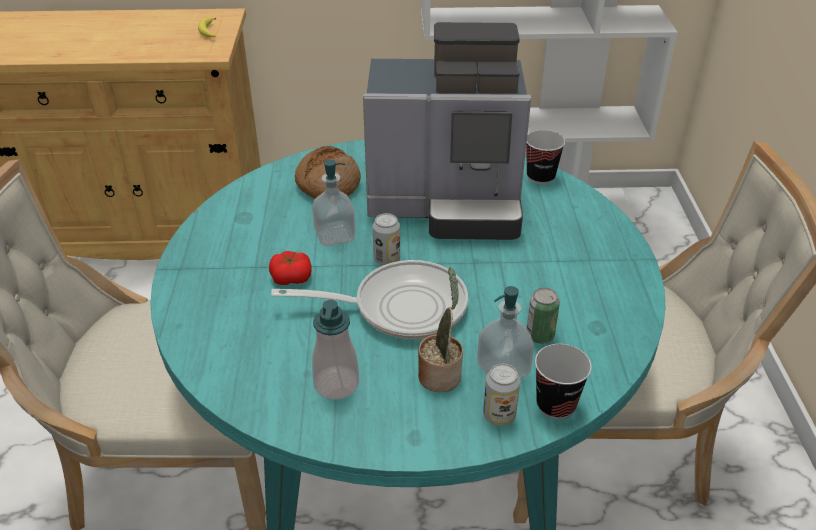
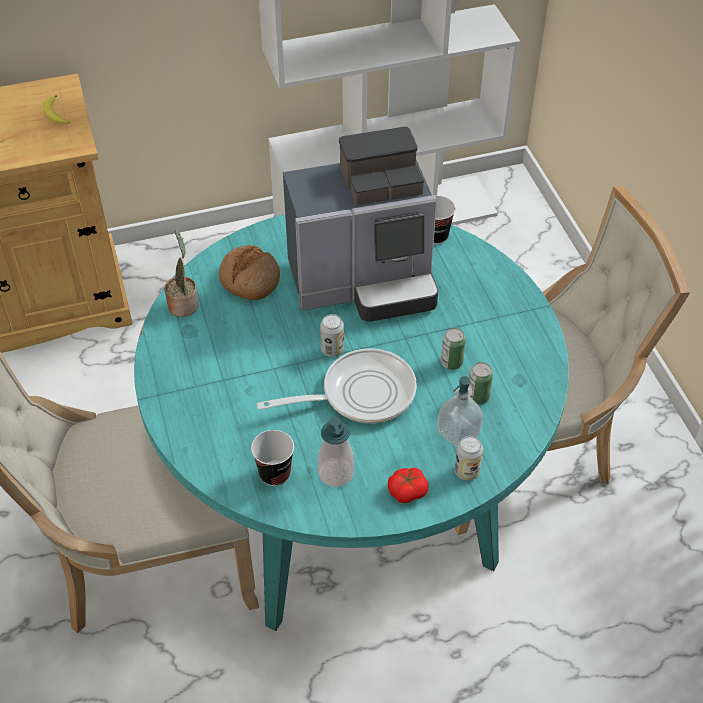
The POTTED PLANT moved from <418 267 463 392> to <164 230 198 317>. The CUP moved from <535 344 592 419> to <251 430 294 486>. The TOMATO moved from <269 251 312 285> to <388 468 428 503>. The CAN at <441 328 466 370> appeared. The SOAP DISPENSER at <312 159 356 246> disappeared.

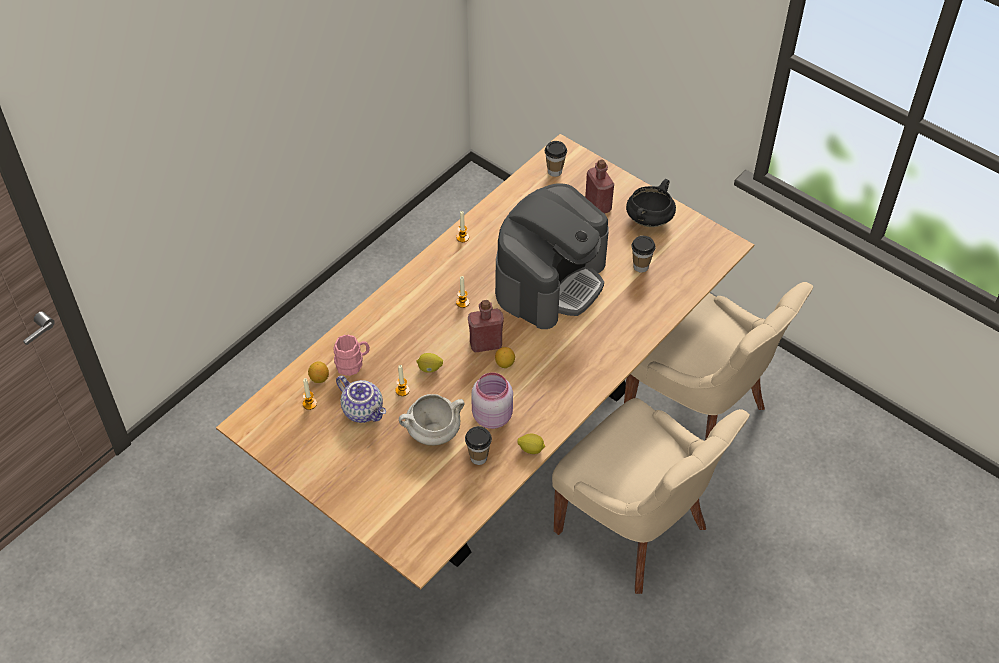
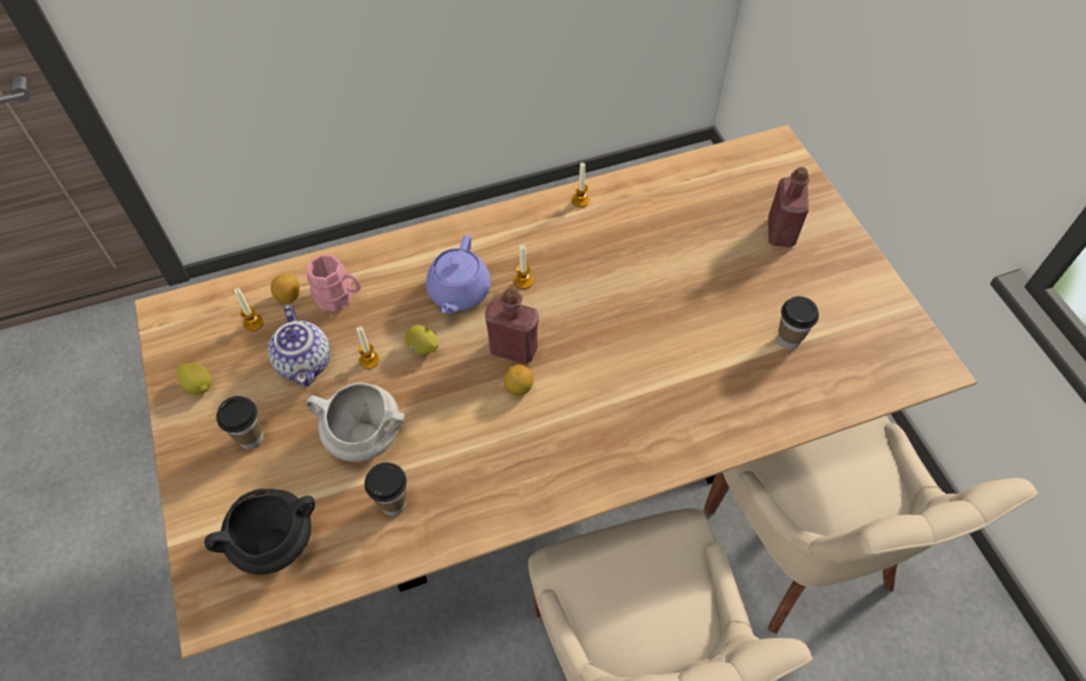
The LEMON moved from <517 434 545 454> to <177 363 211 395>. The BLACK COOKING POT moved from <626 179 676 227> to <204 489 315 575>. The CUP moved from <545 141 567 177> to <216 396 264 449>. The PURPLE TEAPOT at <426 235 491 314> appeared. The PINK JAR at <471 373 513 429> disappeared. The COFFEE MACHINE at <495 183 609 329> disappeared.

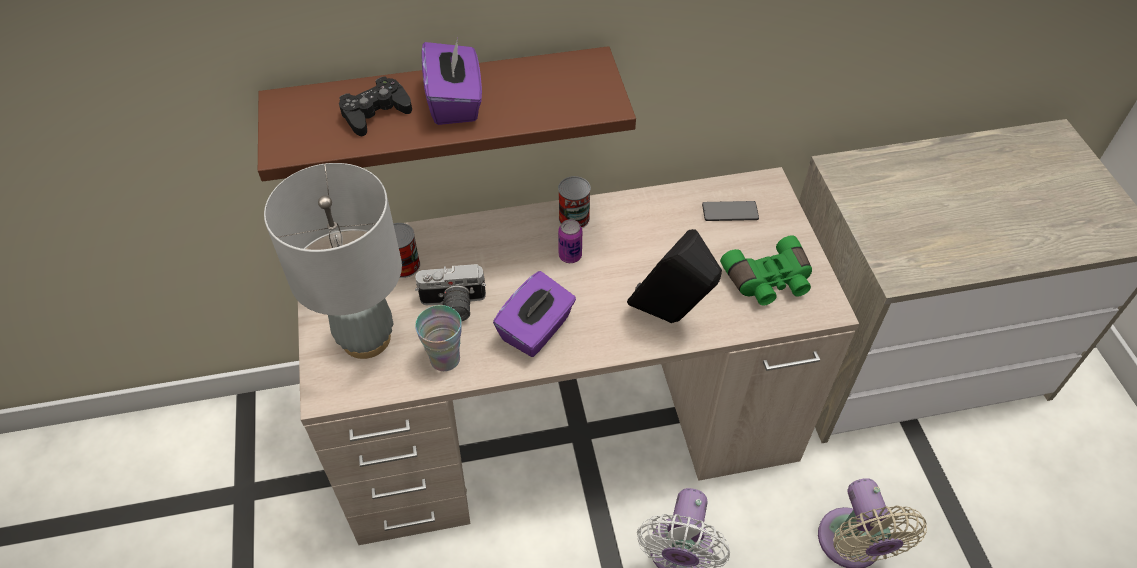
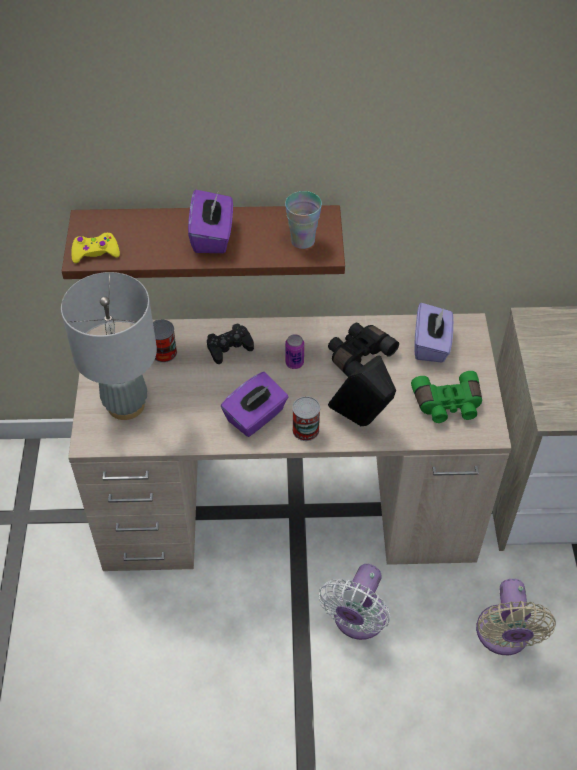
The YELLOW GAME CONTROLLER at <71 233 120 263> appeared. The BLACK GAME CONTROLLER moved from <339 77 412 136> to <207 323 254 364>. The CUP moved from <415 305 462 371> to <285 191 322 249>. The CAN moved from <558 176 591 228> to <292 396 320 441>. The BLACK BINOCULARS at <328 323 399 377> appeared. The PHONE at <702 201 759 221> was replaced by the PURPLE TISSUE BOX at <414 303 454 363>. The PHOTO CAMERA at <415 264 486 321> disappeared.

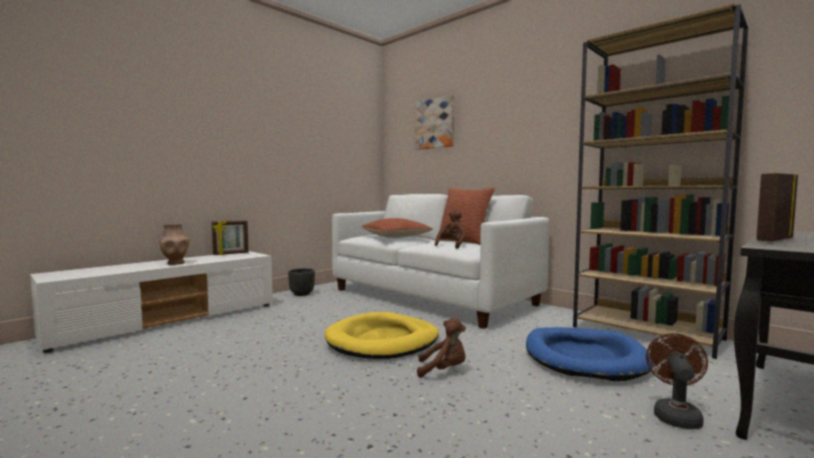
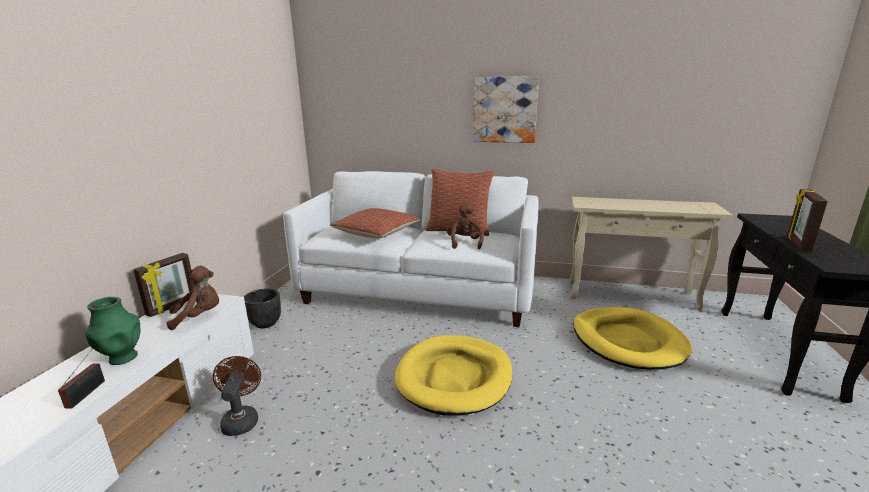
The RADIO at <58 347 105 409> appeared. The BROWN VASE at <159 223 189 265> became the GREEN VASE at <85 297 140 365>. The BROWN PLUSH TOY moved from <417 318 466 378> to <167 266 219 330>. The BROWN FAN moved from <646 333 708 429> to <213 356 261 436>. The PICTURE moved from <415 95 454 150> to <473 76 539 143>. The BROWN BOOKCASE at <573 3 748 359> was replaced by the BEIGE CONSOLE TABLE at <570 197 733 310>. The BLUE DOG BED at <526 327 653 381> became the YELLOW DOG BED at <573 307 692 370>.

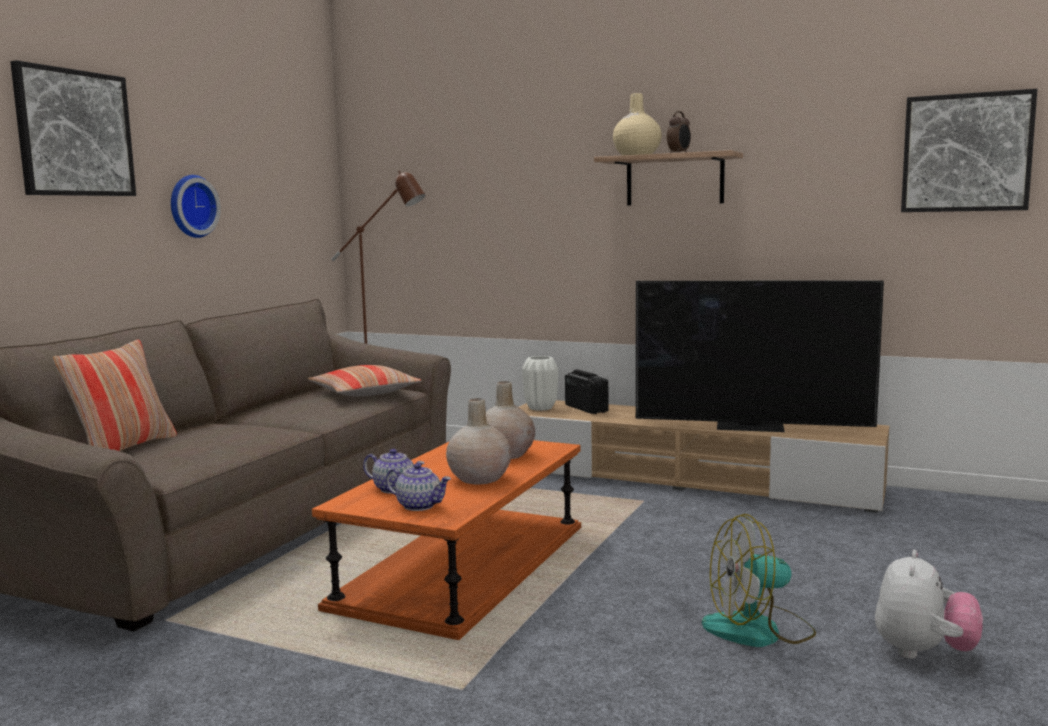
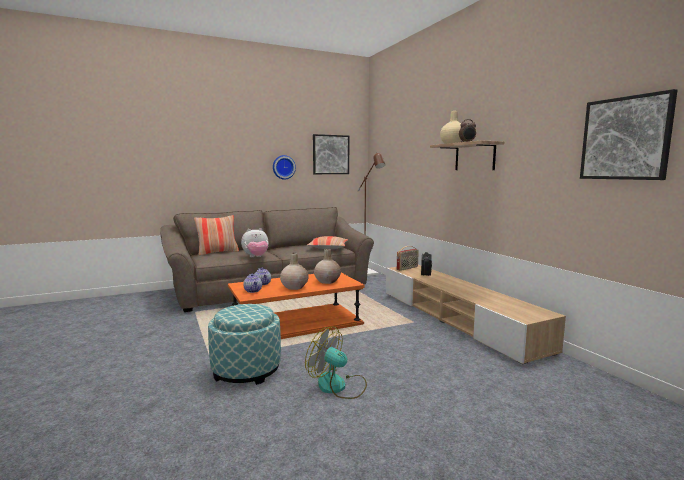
The OTTOMAN at <208 304 281 385> appeared. The PLUSH TOY moved from <875 550 983 659> to <241 228 269 257>. The PICTURE moved from <10 60 136 196> to <313 134 349 174>. The WHITE VASE at <522 356 558 411> was replaced by the RADIO at <397 246 419 271>. The TELEVISION at <636 280 884 432> disappeared.

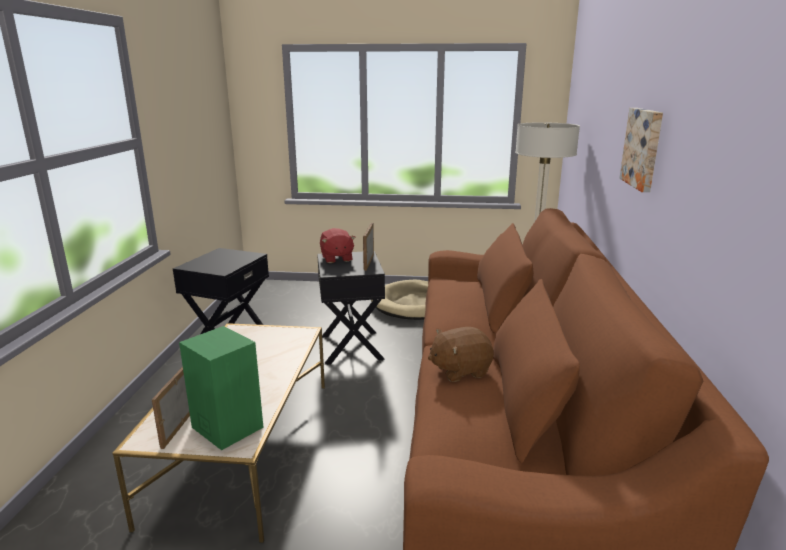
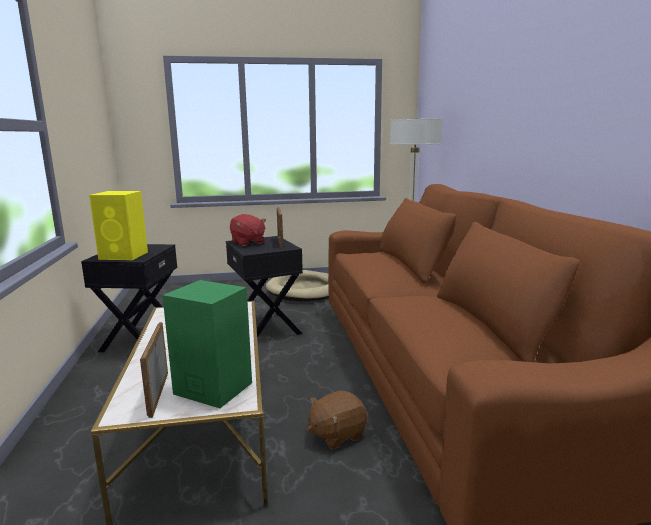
The YELLOW SPEAKER at <89 191 148 260> appeared. The BROWN PLUSH TOY moved from <428 327 494 382> to <308 390 367 450>. The PICTURE at <620 108 663 192> disappeared.

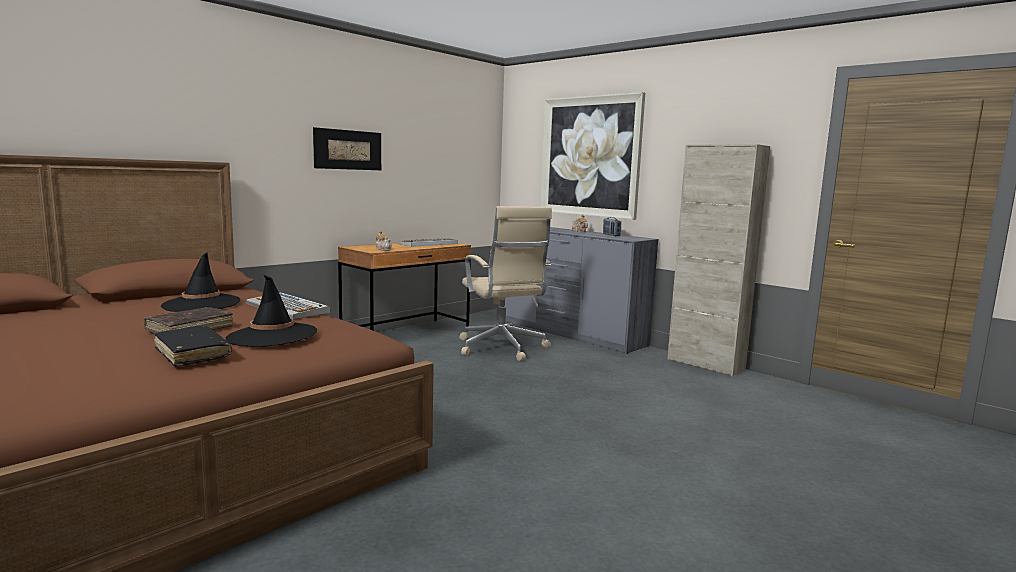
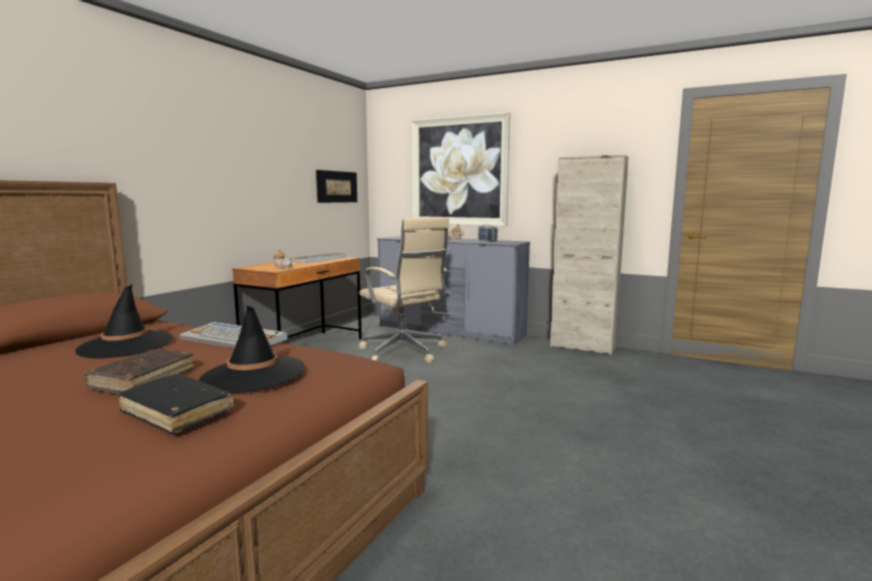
The PICTURE moved from <313 127 381 170> to <316 170 357 203>.

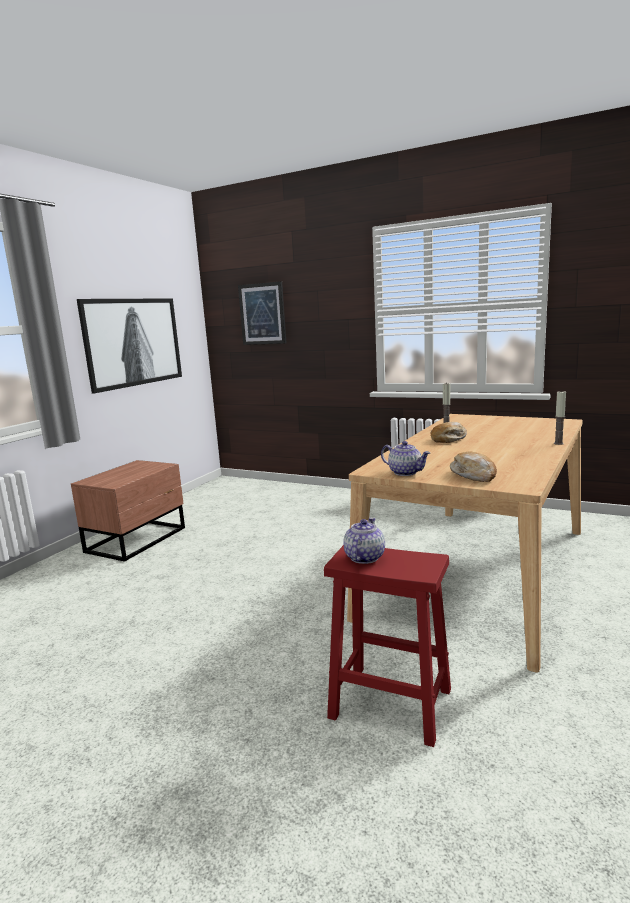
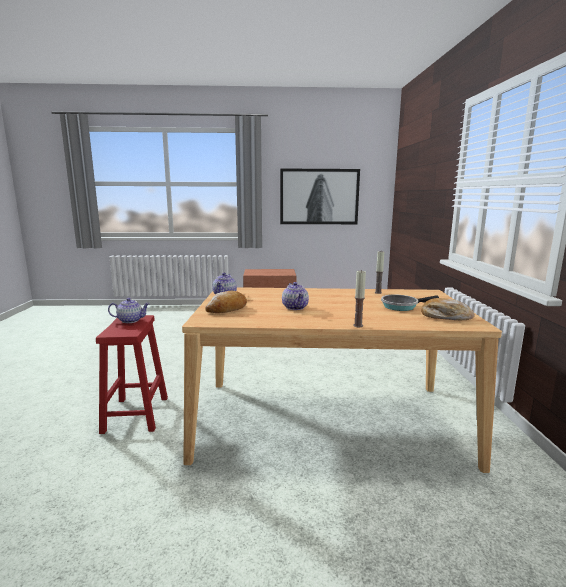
The TEAPOT at <282 282 309 310> appeared. The FRYING PAN at <381 295 439 311> appeared. The BREAD moved from <431 422 467 443> to <421 298 475 321>. The PICTURE at <238 281 286 345> disappeared.

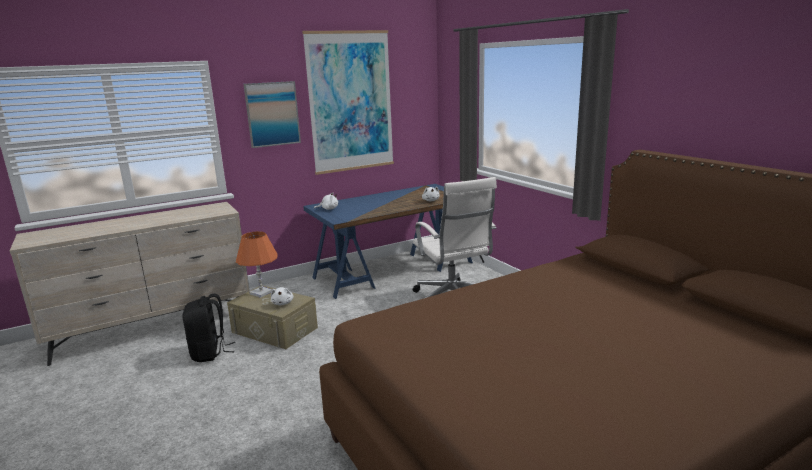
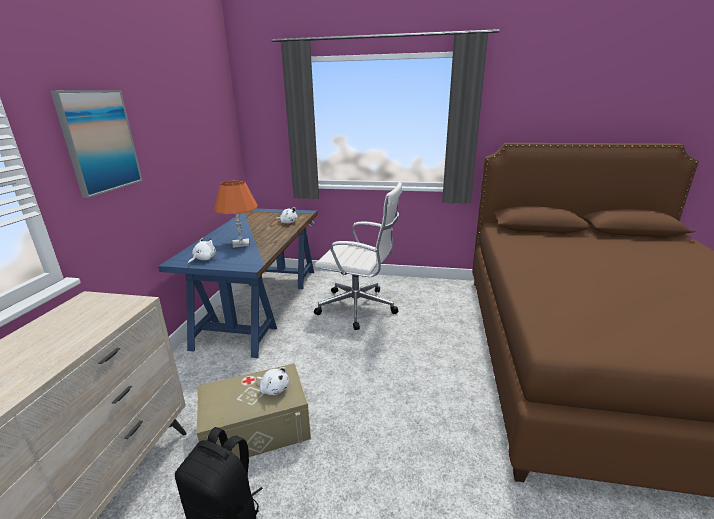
The ORANGE TABLE LAMP moved from <236 231 278 298> to <214 181 258 248>. The PICTURE at <302 30 394 175> disappeared.

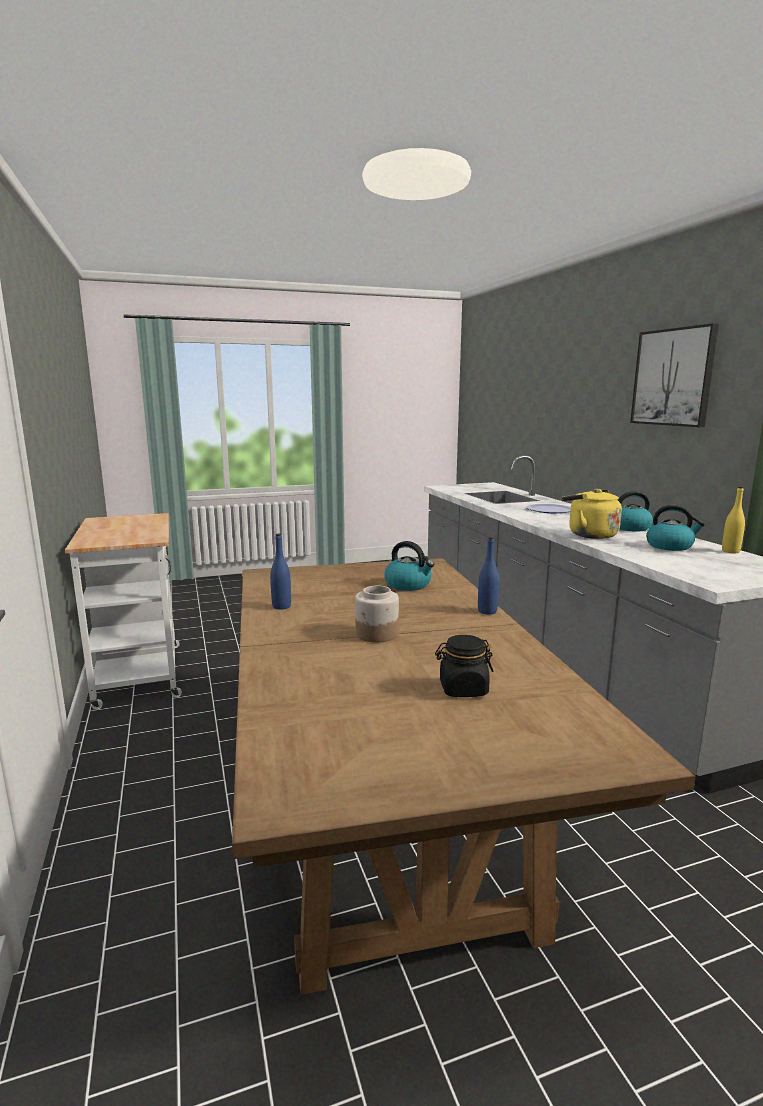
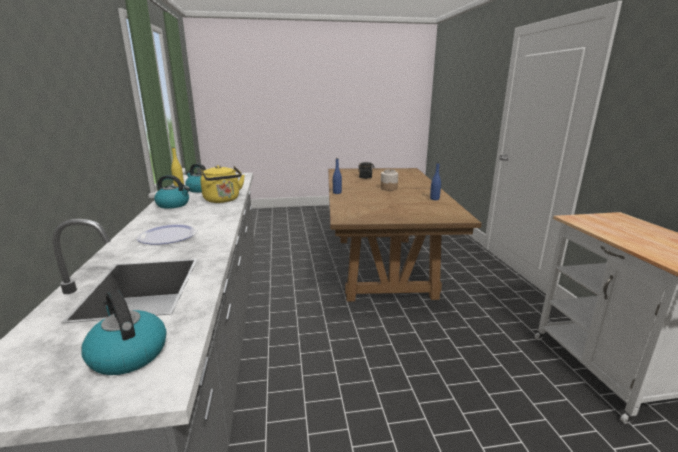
The KETTLE moved from <384 541 434 591> to <81 290 167 375>. The PICTURE at <630 323 719 427> disappeared.

